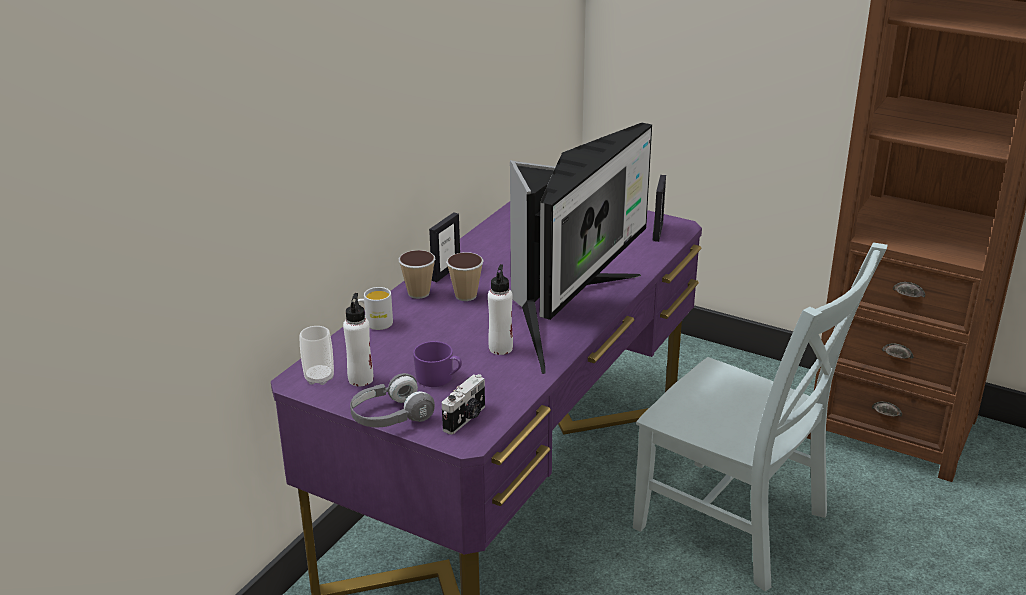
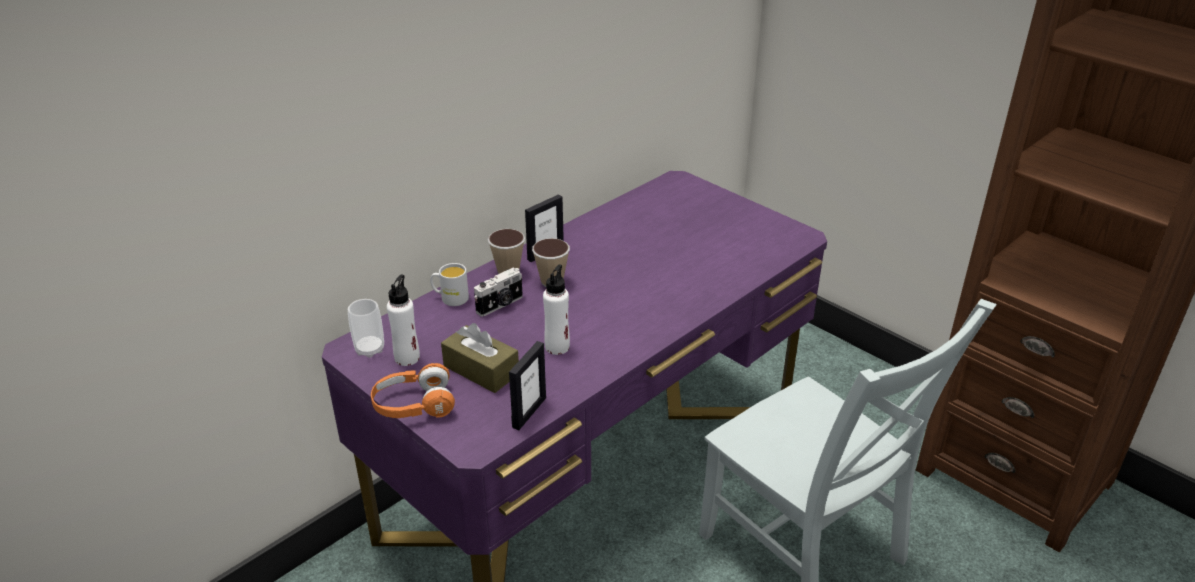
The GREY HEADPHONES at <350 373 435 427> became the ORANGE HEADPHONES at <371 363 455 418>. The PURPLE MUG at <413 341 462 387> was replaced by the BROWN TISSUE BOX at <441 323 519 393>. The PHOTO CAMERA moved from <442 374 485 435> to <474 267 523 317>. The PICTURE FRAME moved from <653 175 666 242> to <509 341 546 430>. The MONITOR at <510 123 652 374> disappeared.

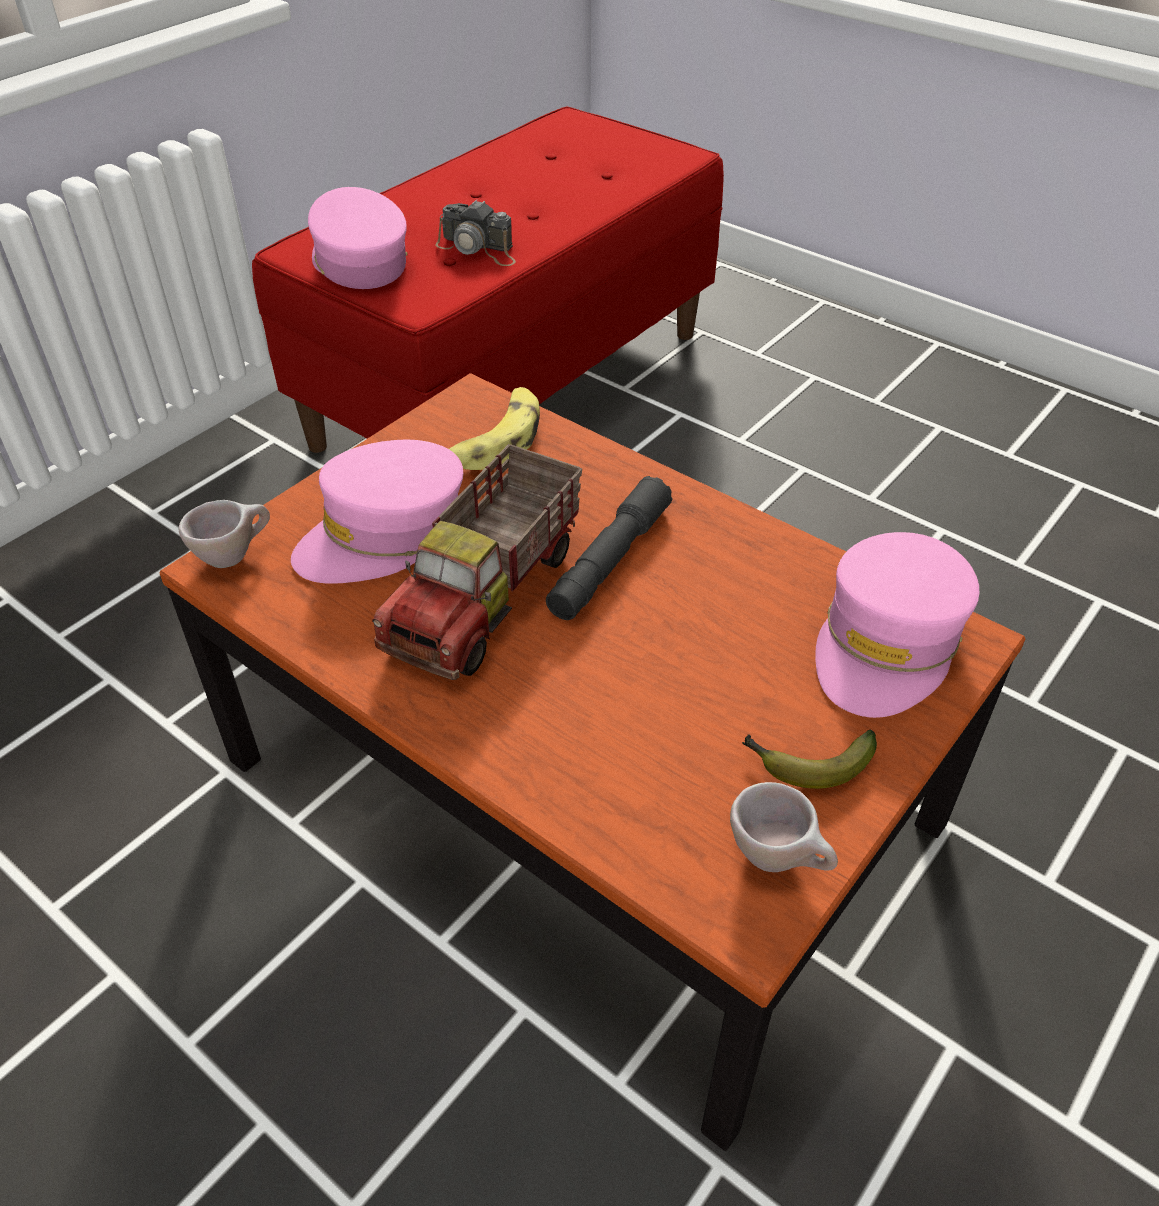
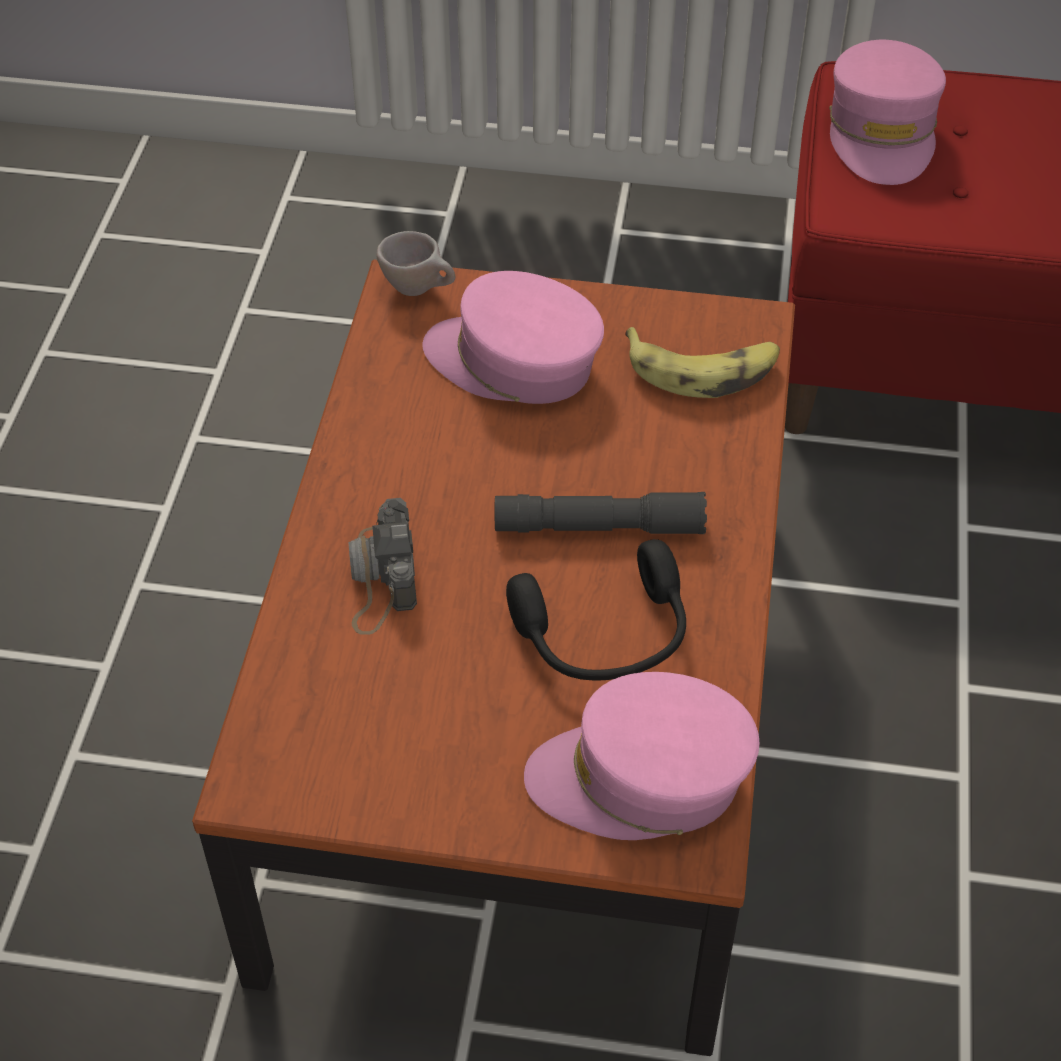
The PHOTO CAMERA moved from <436 199 516 266> to <349 498 417 635>. The BLACK HEADPHONES at <506 539 686 680> appeared. The PINK CAP at <308 187 408 289> turned 150 degrees clockwise. The TOY TRUCK at <372 444 582 680> disappeared. The BEIGE CUP at <730 782 838 872> disappeared. The BANANA at <742 730 877 789> disappeared.

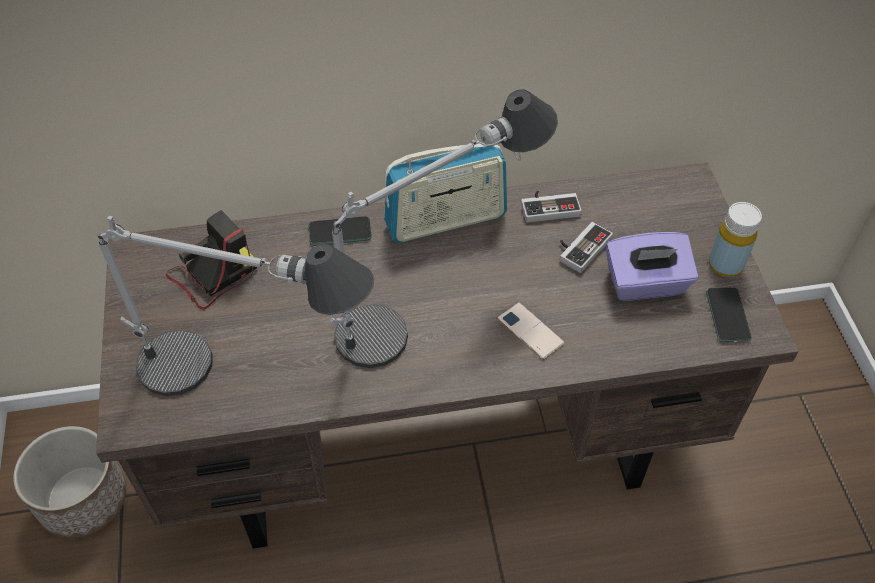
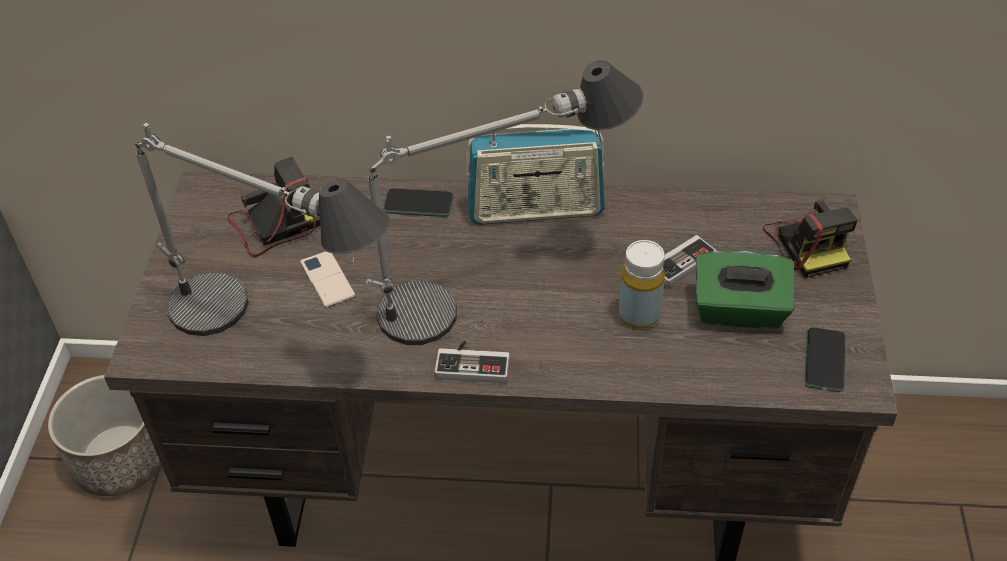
The PHONE moved from <497 302 565 360> to <300 251 356 308>. The GAME CONTROLLER moved from <521 190 582 222> to <435 340 510 383>. The YELLOW BOTTLE moved from <709 202 762 277> to <619 240 665 329>. The PURPLE TISSUE BOX at <606 232 698 301> became the GREEN TISSUE BOX at <696 251 794 329>. The PHOTO CAMERA at <763 199 858 278> appeared.

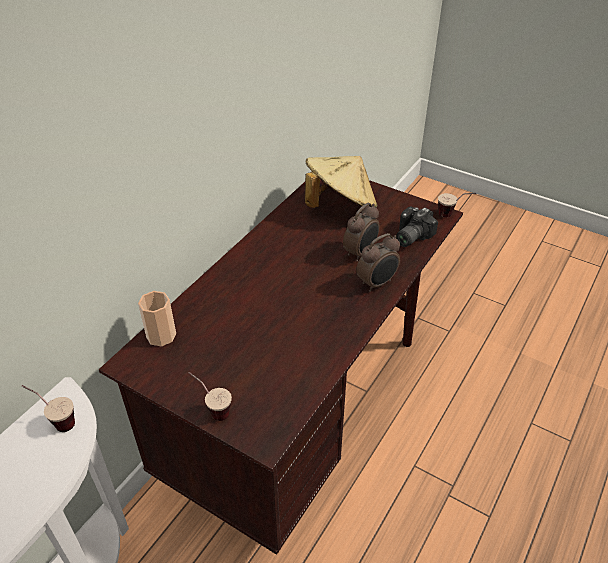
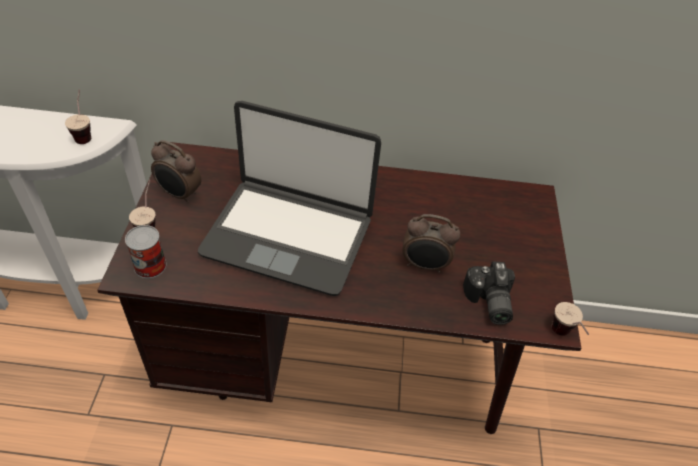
The CAN at <125 225 166 279> appeared. The ALARM CLOCK moved from <356 233 400 292> to <151 140 201 203>. The LAPTOP at <198 101 381 296> appeared. The PHOTO CAMERA at <396 207 438 247> turned 105 degrees counterclockwise. The CUP at <138 291 176 346> disappeared. The BEIGE HAT at <304 156 377 208> disappeared.

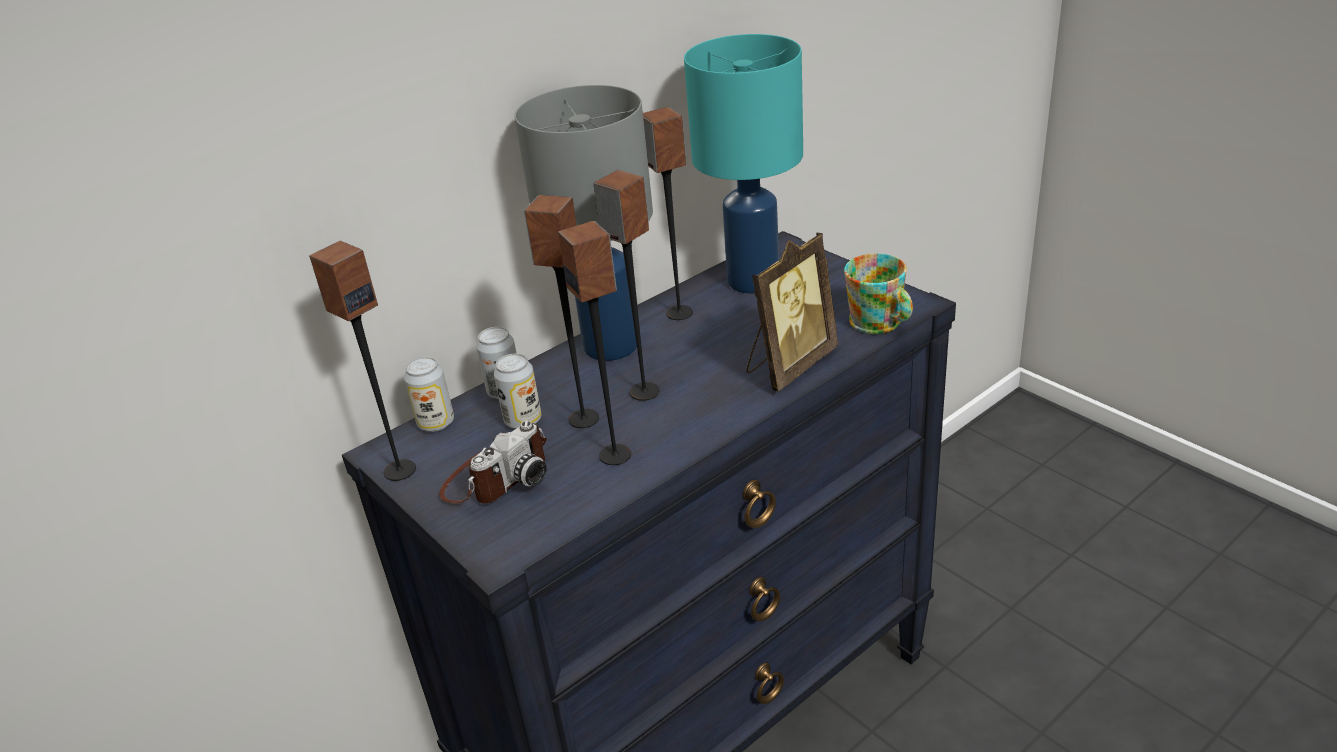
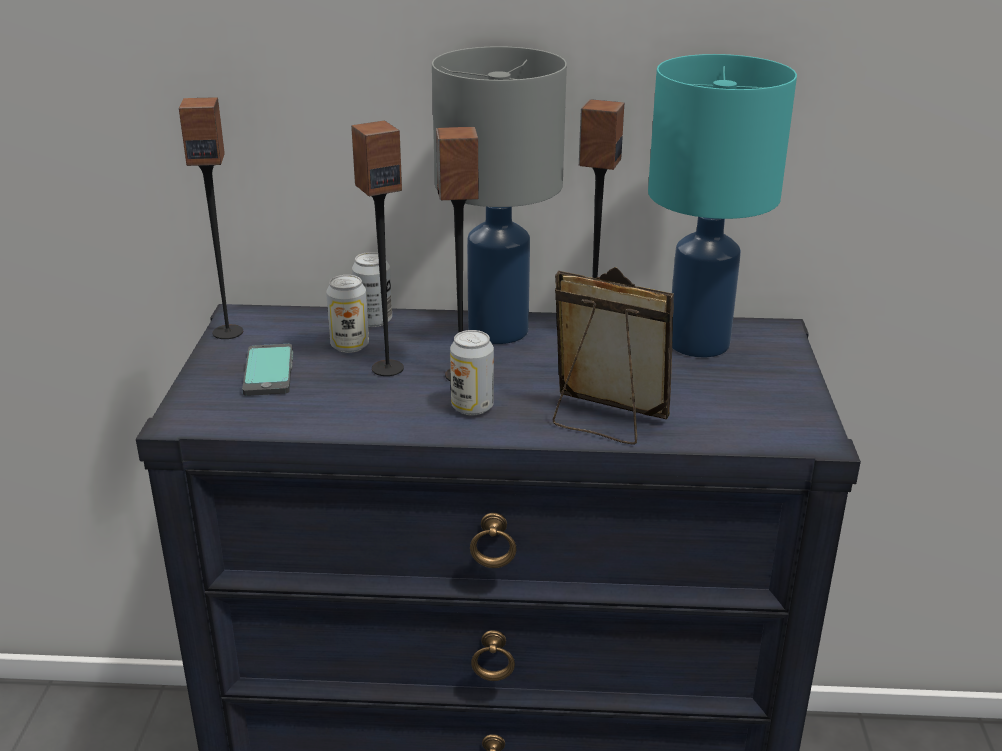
The PHOTO CAMERA at <439 421 547 504> was replaced by the PHONE at <242 344 293 396>. The CAN moved from <404 357 454 432> to <450 330 494 416>. The PICTURE FRAME at <746 233 838 392> turned 150 degrees counterclockwise. The SPEAKER at <558 221 631 465> disappeared. The MUG at <844 253 913 334> disappeared.

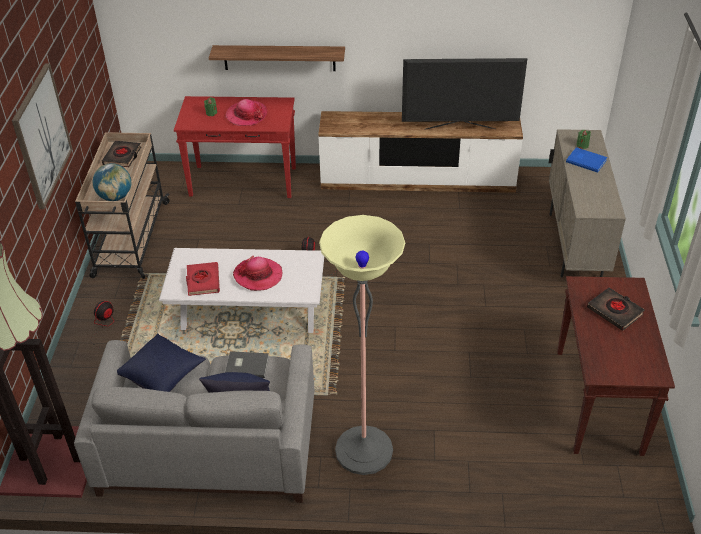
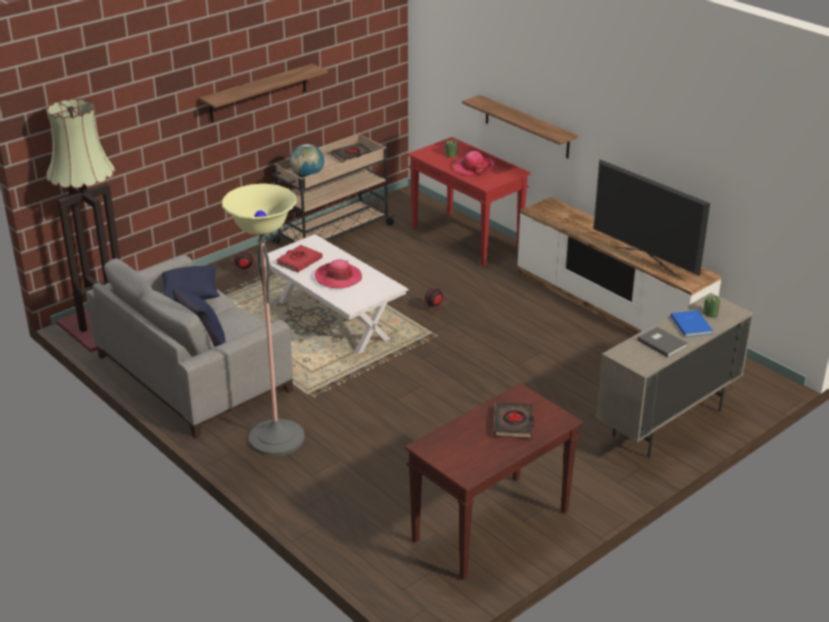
The PICTURE at <12 63 73 209> was replaced by the SHELF at <199 64 328 122>. The GREY BOOK moved from <225 351 269 378> to <637 327 688 357>.

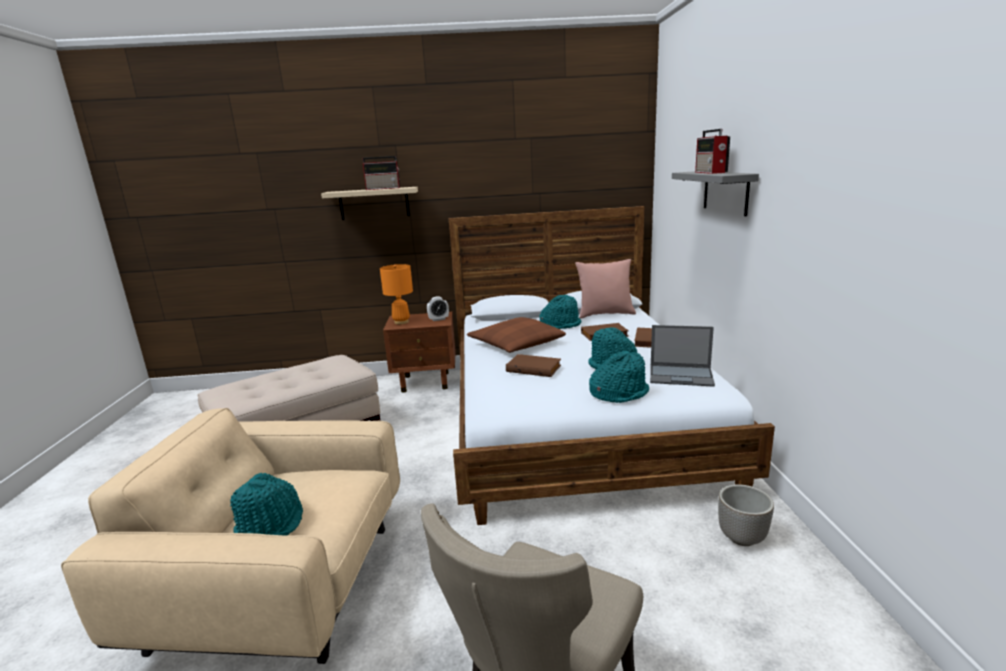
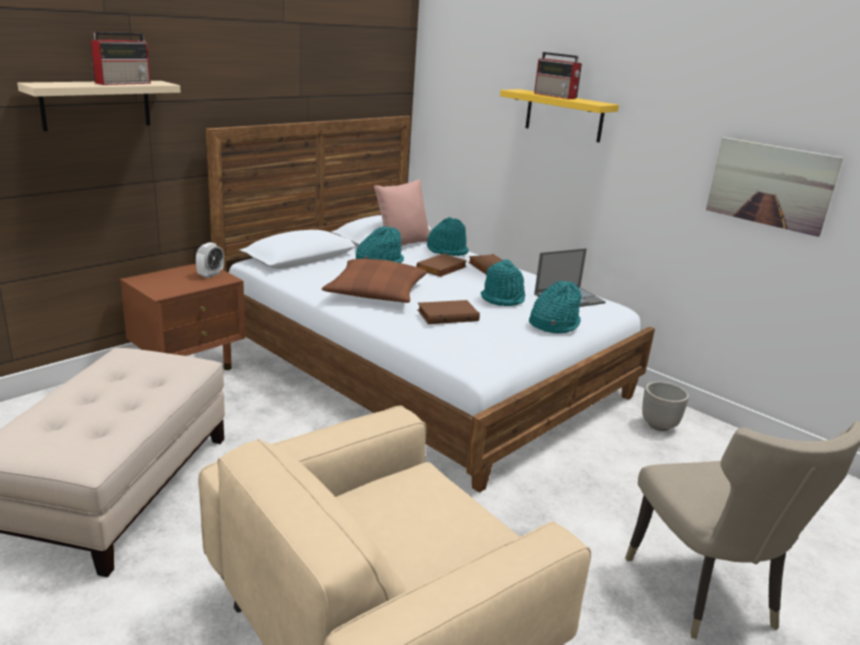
The TURQUOISE HAT moved from <230 473 303 536> to <427 217 469 256>. The GREY SHELF at <672 171 759 216> became the YELLOW SHELF at <500 89 619 142>. The PICTURE at <706 137 843 237> appeared. The ORANGE TABLE LAMP at <380 264 413 325> disappeared.

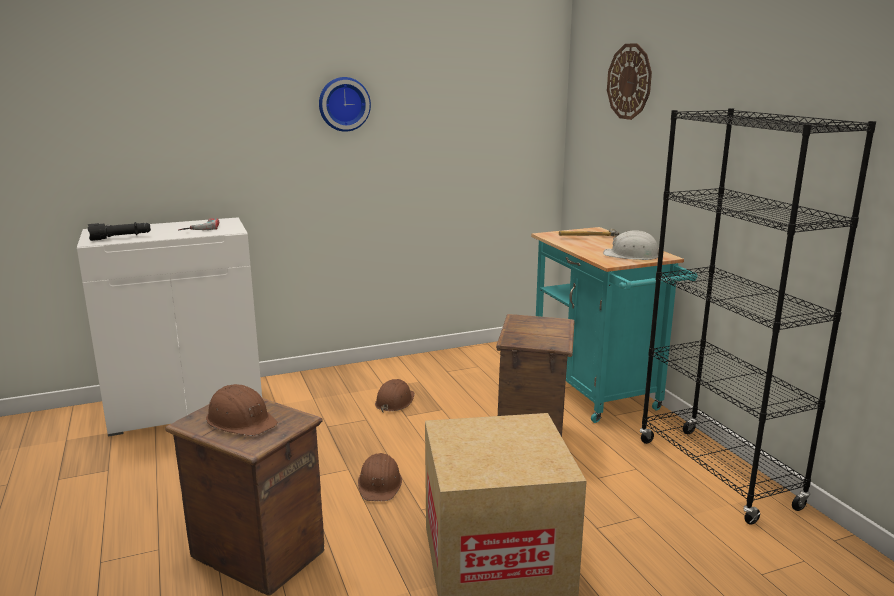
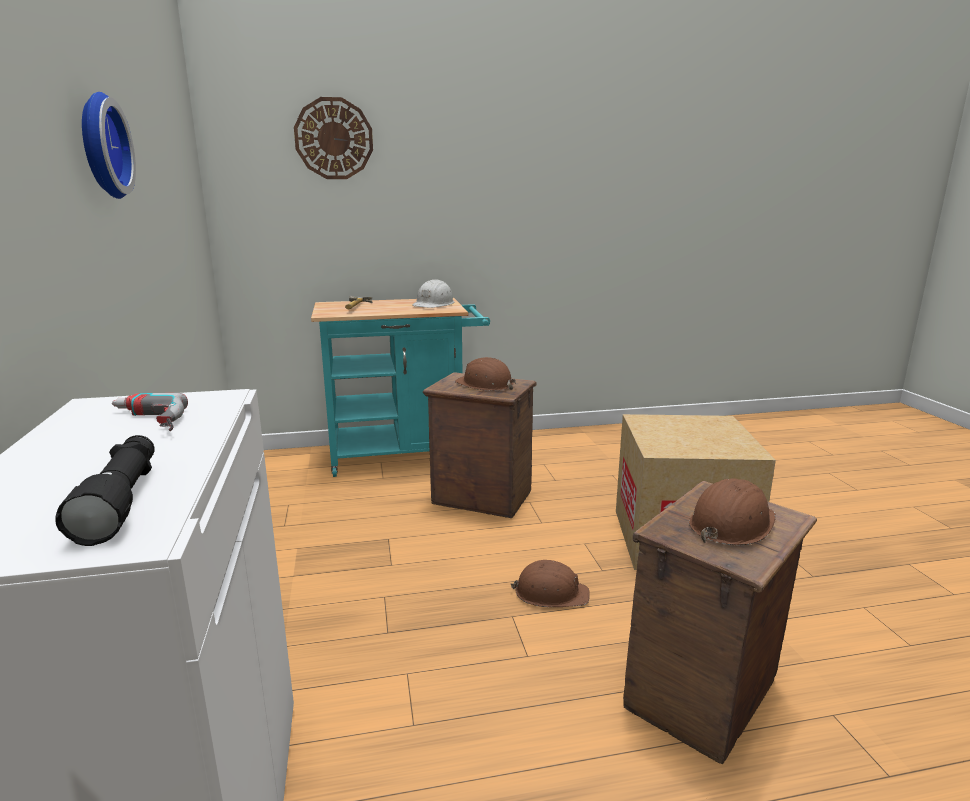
The BROWN HARD HAT moved from <375 379 415 412> to <455 357 516 391>. The BLACK BOOKCASE at <640 108 876 525> disappeared.

